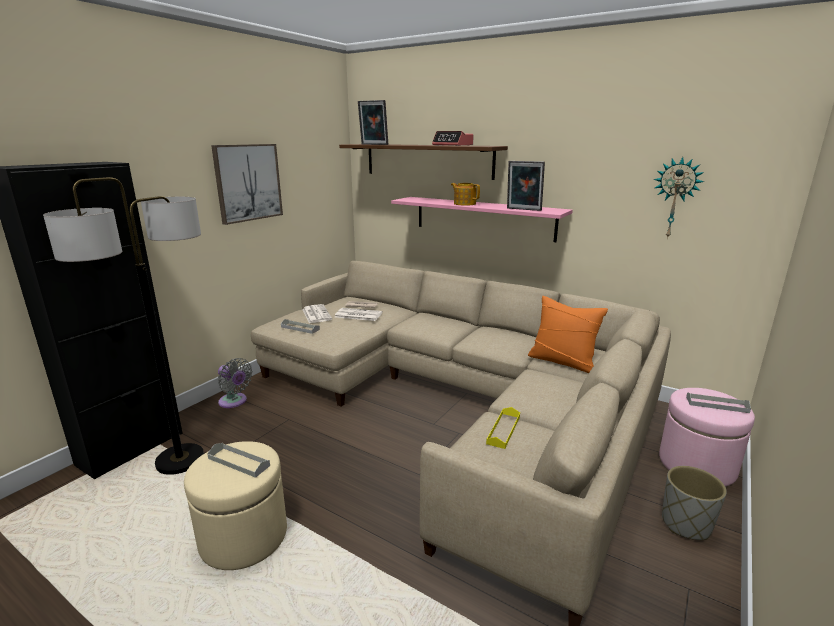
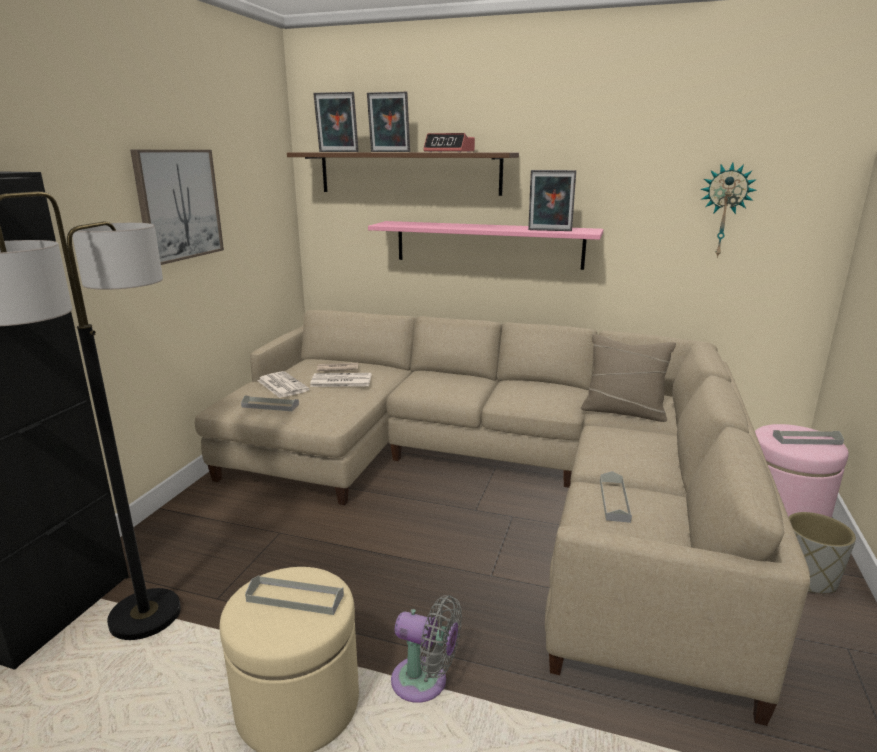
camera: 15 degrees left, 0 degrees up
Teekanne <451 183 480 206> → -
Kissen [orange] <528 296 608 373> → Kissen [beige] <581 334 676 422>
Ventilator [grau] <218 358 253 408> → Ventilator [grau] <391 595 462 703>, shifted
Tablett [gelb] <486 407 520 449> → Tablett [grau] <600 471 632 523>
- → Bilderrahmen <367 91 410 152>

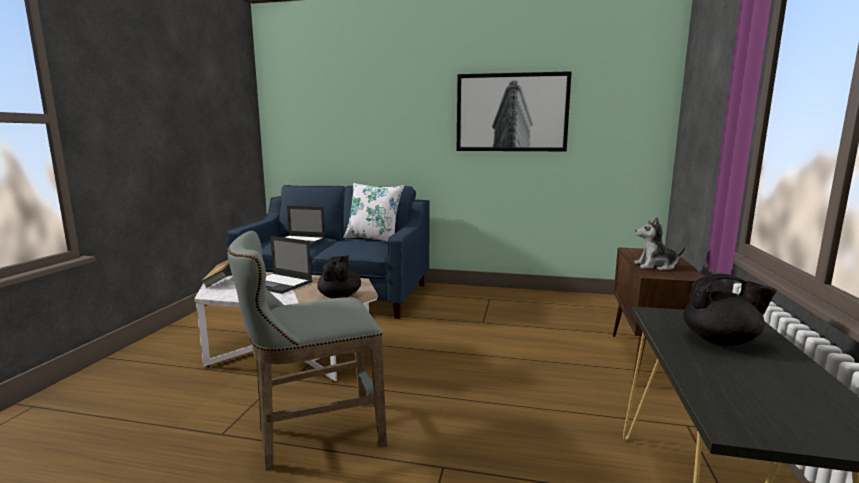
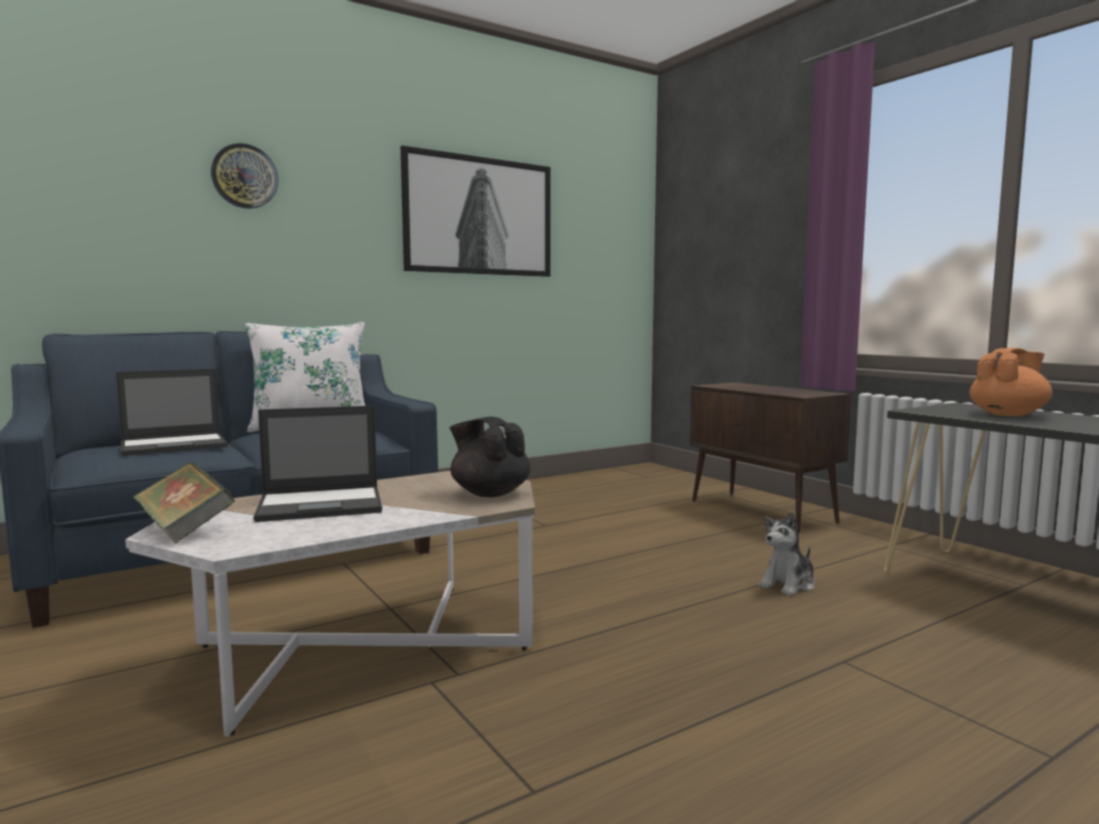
camera: 45 degrees left, 5 degrees down
Plüschtier <634 217 685 270> → Plüschtier <759 512 815 596>, shifted
Hocker [grau] <227 231 387 470> → -
Teekanne [schwarz] <683 274 777 346> → Teekanne [orange] <969 348 1052 416>
- → Wanduhr <211 143 278 209>

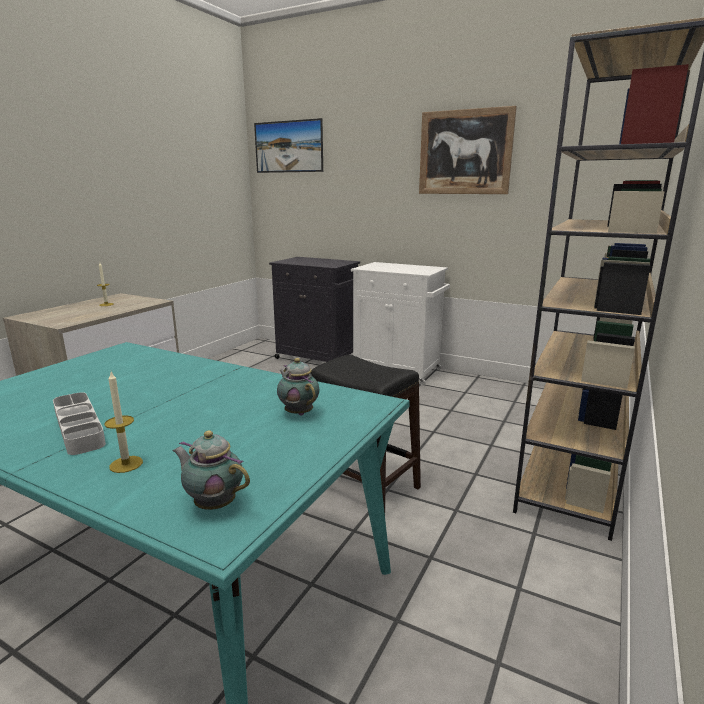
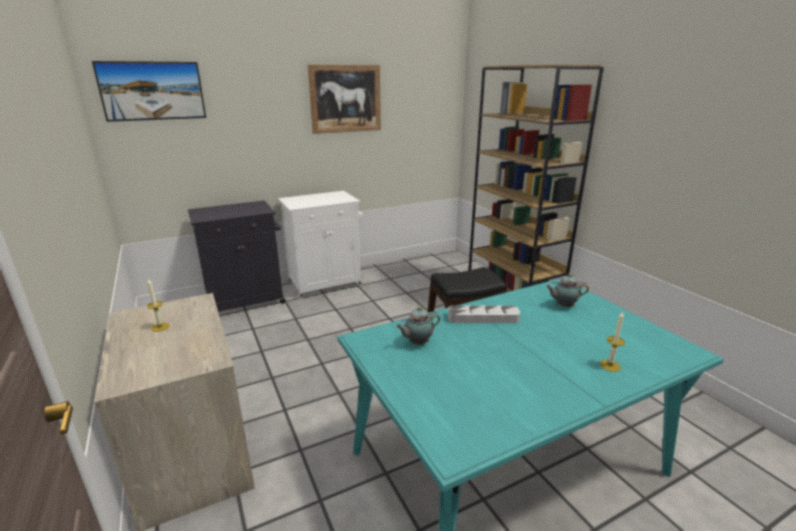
camera: 55 degrees left, 5 degrees up
Tablett [grau] <53 392 106 455> → Tablett [grau] <448 305 520 323>, shifted
Teekanne <172 431 250 510> → Teekanne <396 306 440 344>, shifted

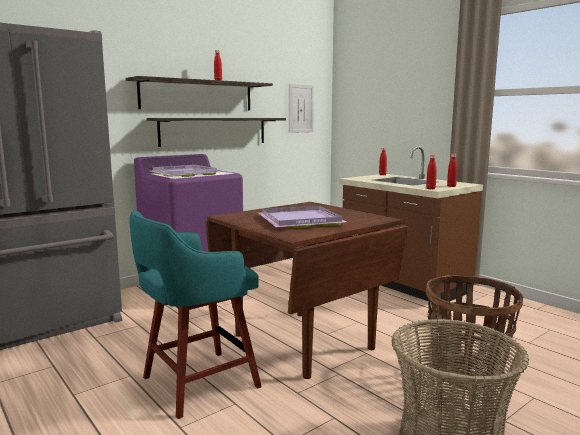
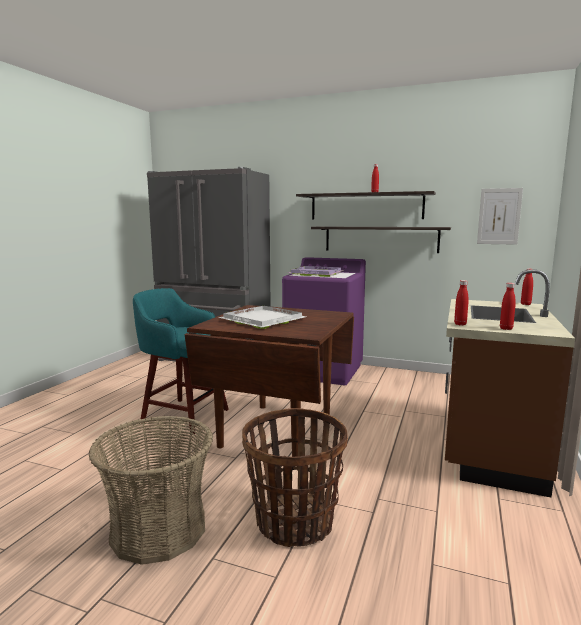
camera: 60 degrees right, 0 degrees up
Tablett [lila] <258 205 347 228> → Tablett [weiß] <218 306 306 329>

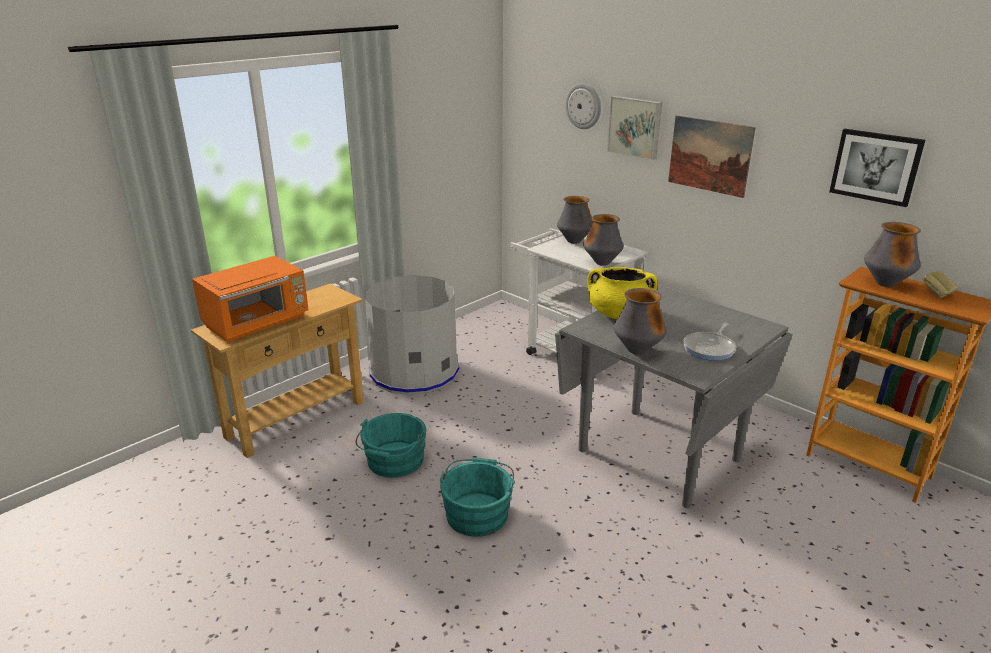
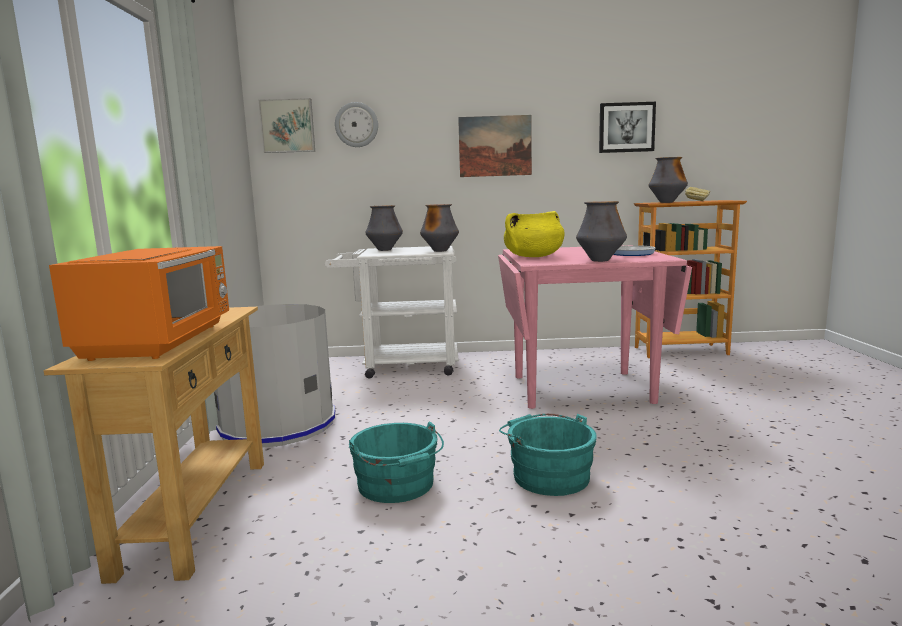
camera: 45 degrees left, 15 degrees down
Bild <607 96 662 160> → Bild <259 98 315 153>, shifted
Esstisch [grau] <555 284 793 508> → Esstisch [rosa] <498 245 692 409>

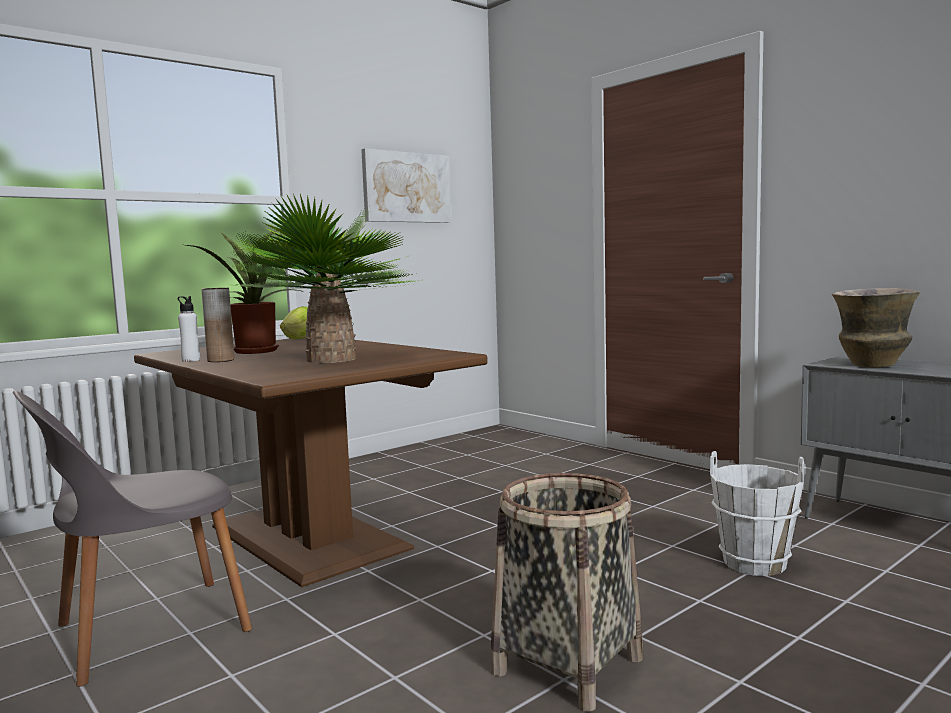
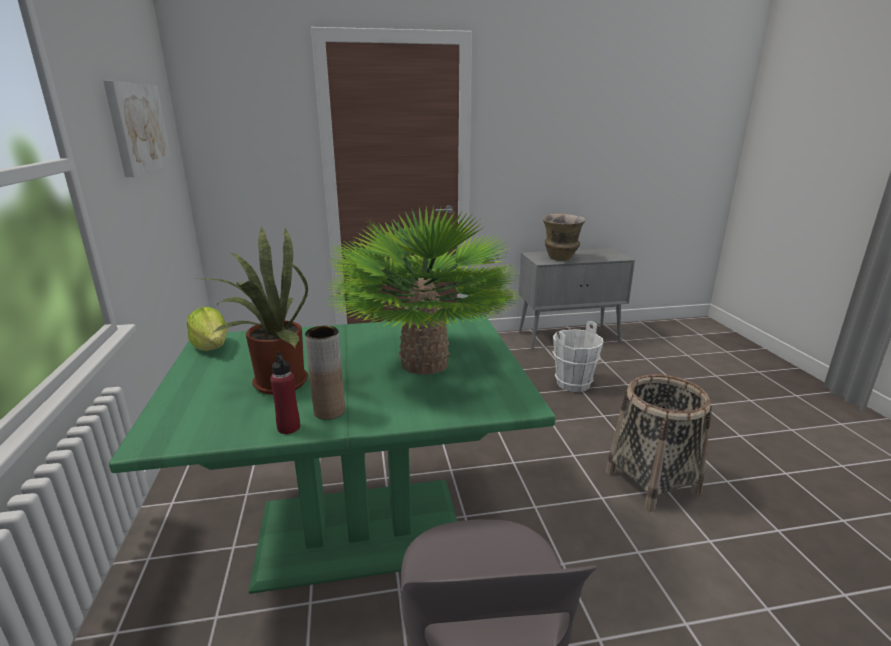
camera: 60 degrees left, 15 degrees up
Flasche [weiß] <178 296 200 362> → Flasche [rot] <270 351 300 434>
Esstisch [braun] <134 338 488 587> → Esstisch [grün] <109 315 556 594>

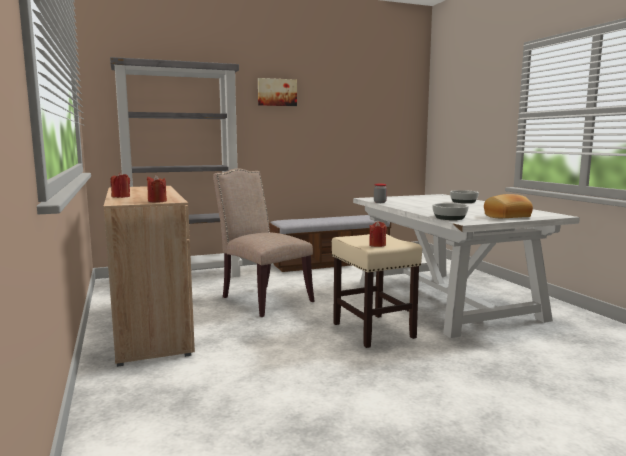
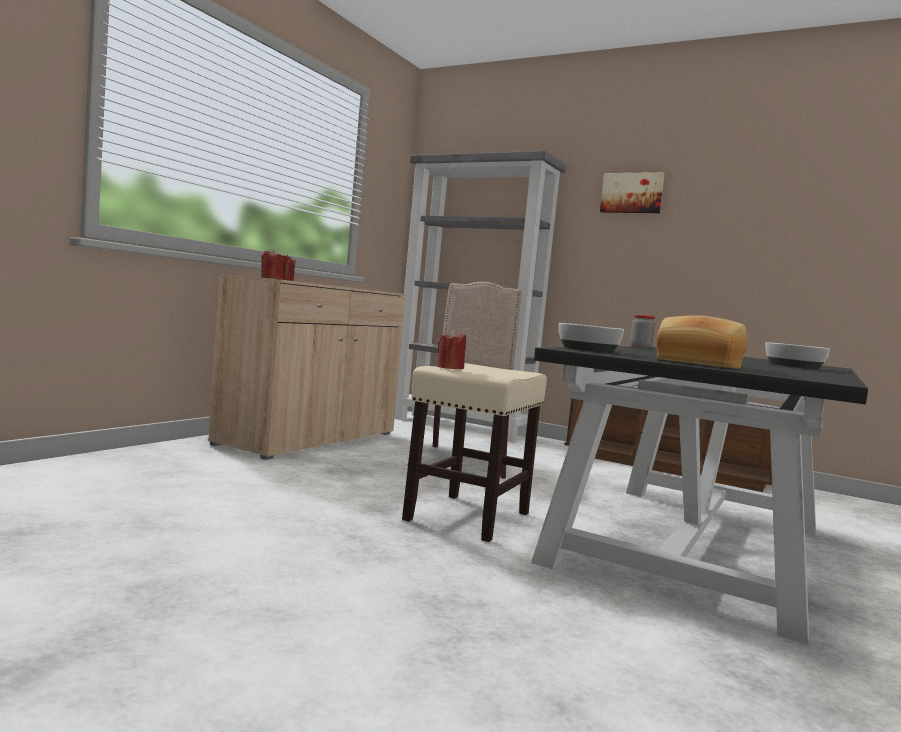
camera: 50 degrees right, 5 degrees down
Esstisch [weiß] <353 194 580 338> → Esstisch [schwarz] <531 346 868 644>

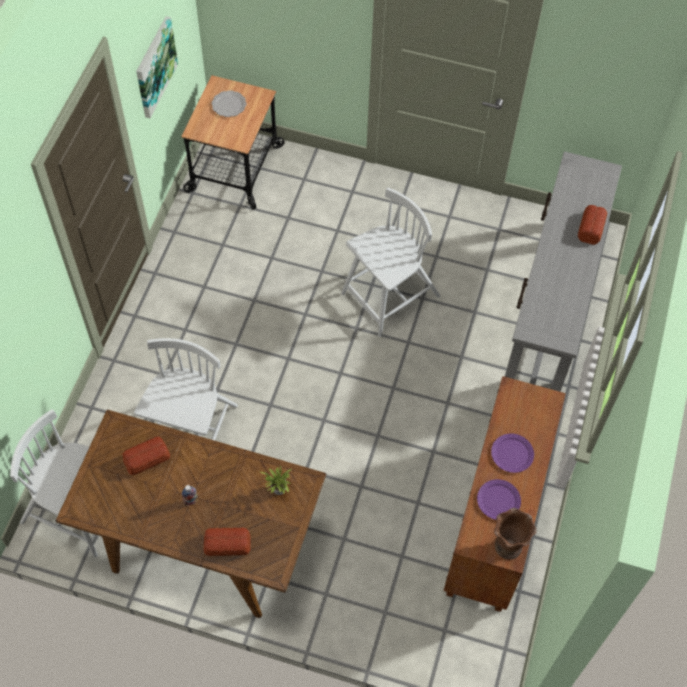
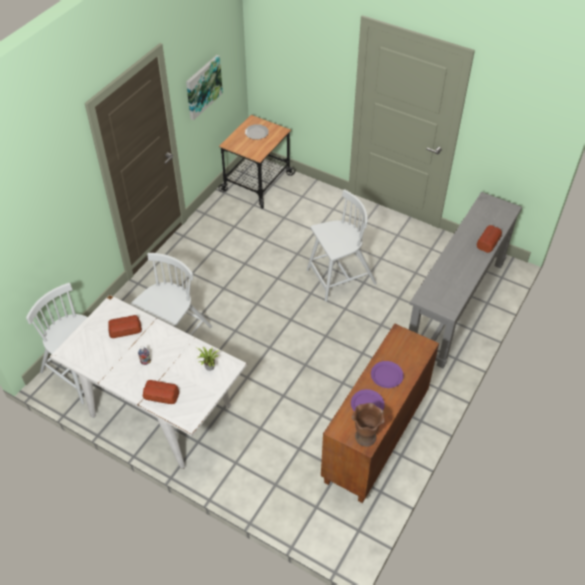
camera: 15 degrees right, 10 degrees down
Esstisch [braun] <56 409 326 618> → Esstisch [weiß] <50 295 247 469>

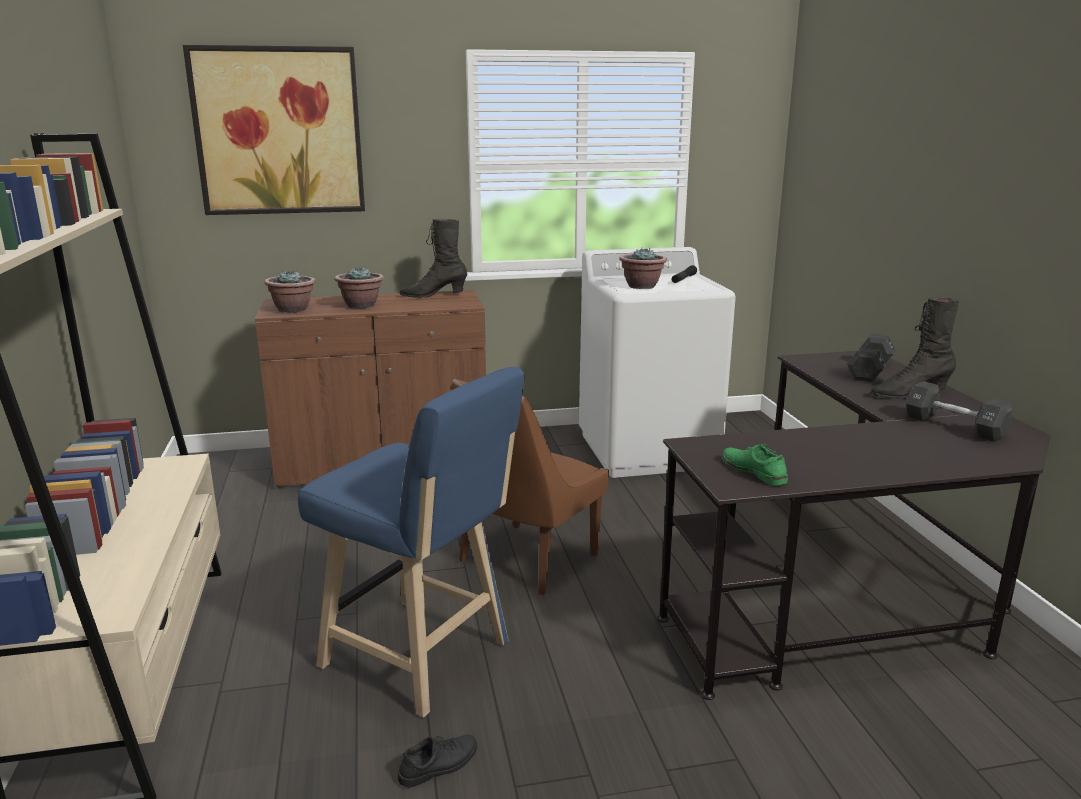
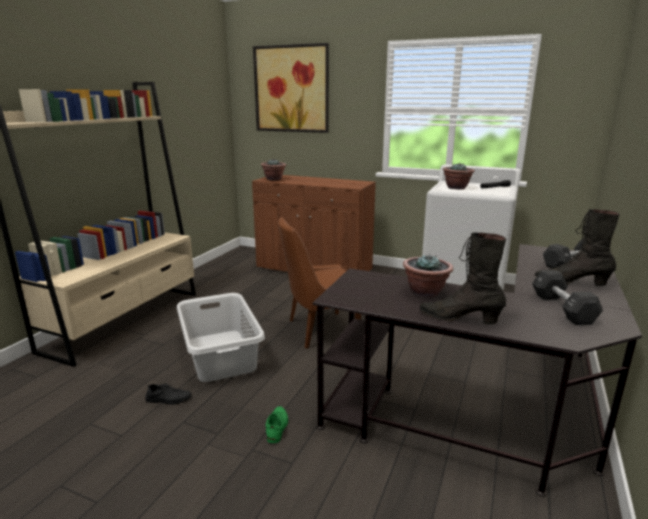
camera: 35 degrees right, 0 degrees up
Stiefel [schwarz] <399 219 467 298> → Stiefel [schwarz] <419 233 506 324>, shifted
Topfpflanze <334 267 384 309> → Topfpflanze <403 253 453 298>, shifted
Hocker [blau] <298 367 525 718> → Wäschekorb [grau] <177 293 265 382>
Schuh [grün] <722 444 788 486> → Schuh [grün] <266 406 288 443>, shifted

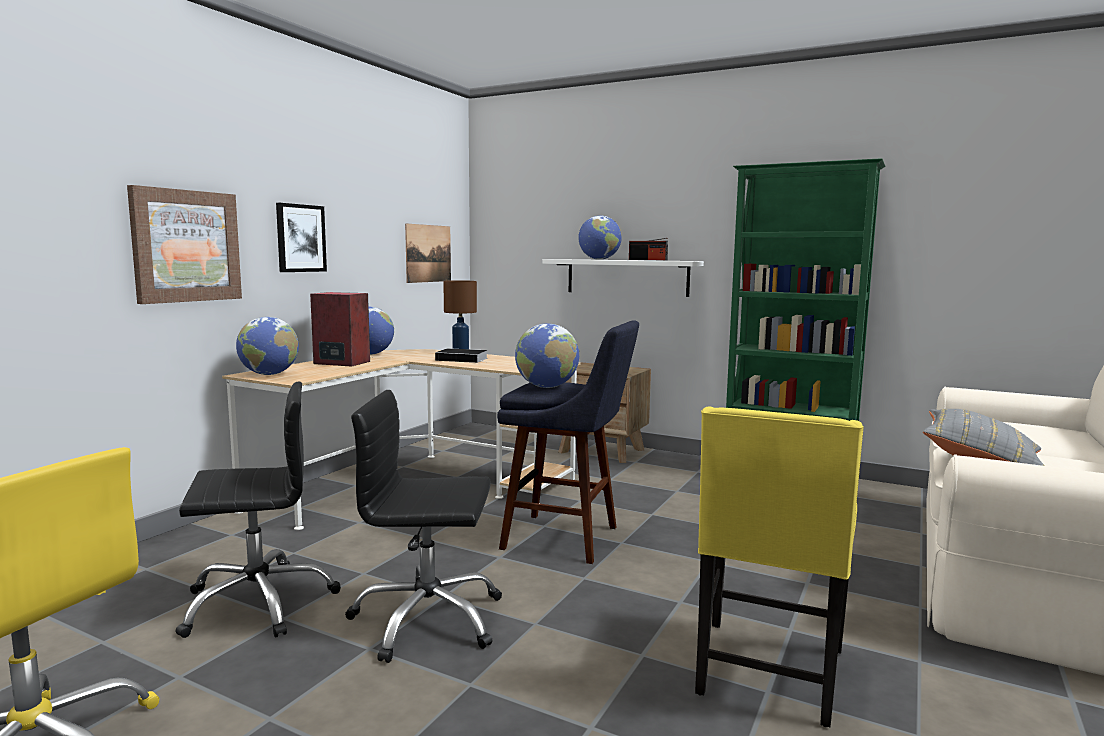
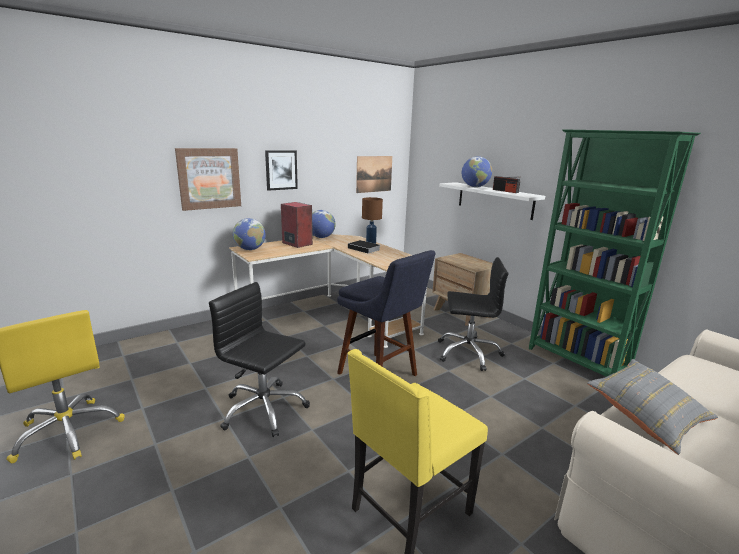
camera: 25 degrees right, 10 degrees up
Globus <515 323 579 388> → -
Bürostuhl [schwarz] <175 381 341 638> → Bürostuhl [schwarz] <438 257 509 371>, shifted

